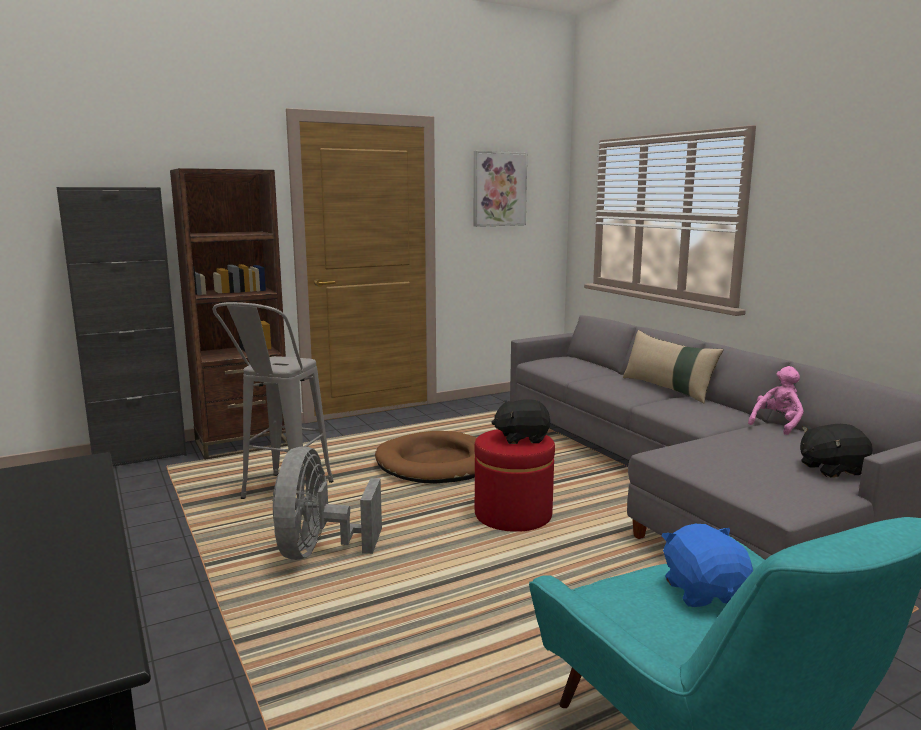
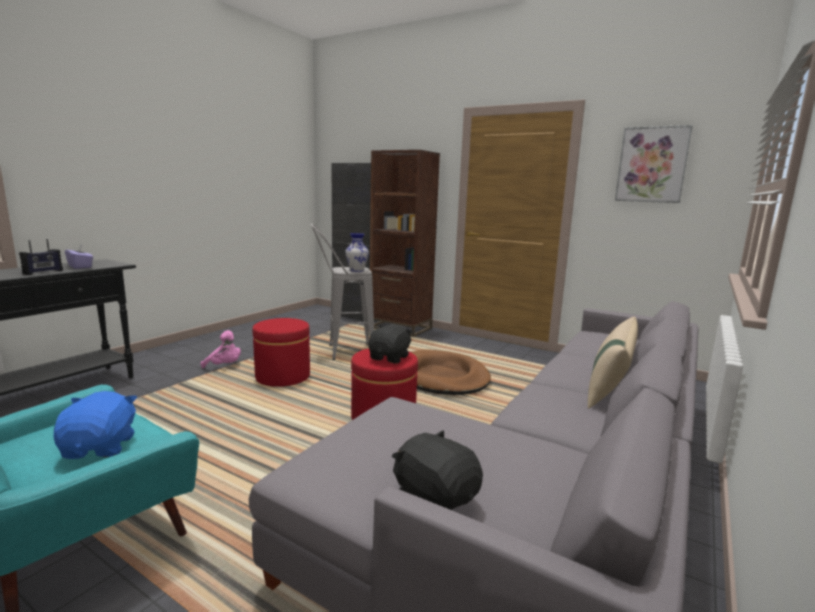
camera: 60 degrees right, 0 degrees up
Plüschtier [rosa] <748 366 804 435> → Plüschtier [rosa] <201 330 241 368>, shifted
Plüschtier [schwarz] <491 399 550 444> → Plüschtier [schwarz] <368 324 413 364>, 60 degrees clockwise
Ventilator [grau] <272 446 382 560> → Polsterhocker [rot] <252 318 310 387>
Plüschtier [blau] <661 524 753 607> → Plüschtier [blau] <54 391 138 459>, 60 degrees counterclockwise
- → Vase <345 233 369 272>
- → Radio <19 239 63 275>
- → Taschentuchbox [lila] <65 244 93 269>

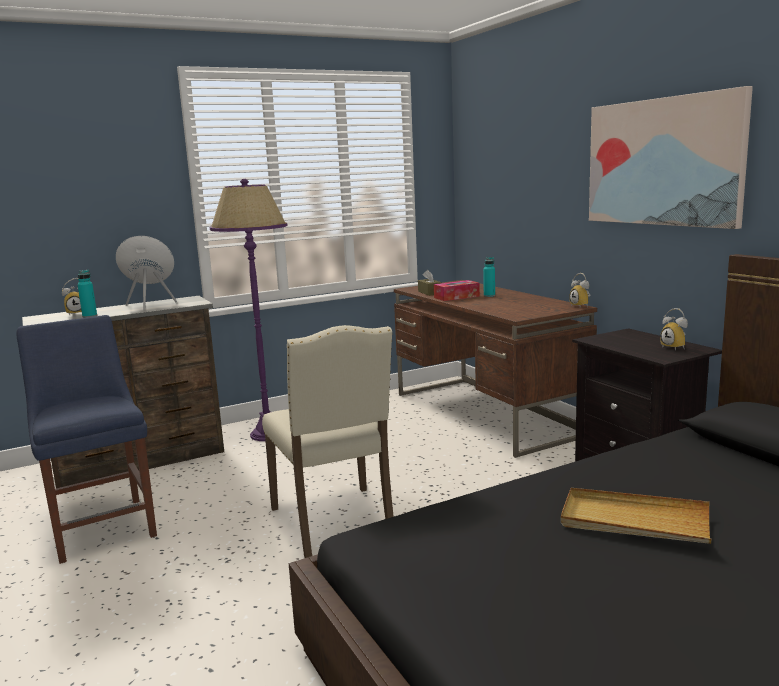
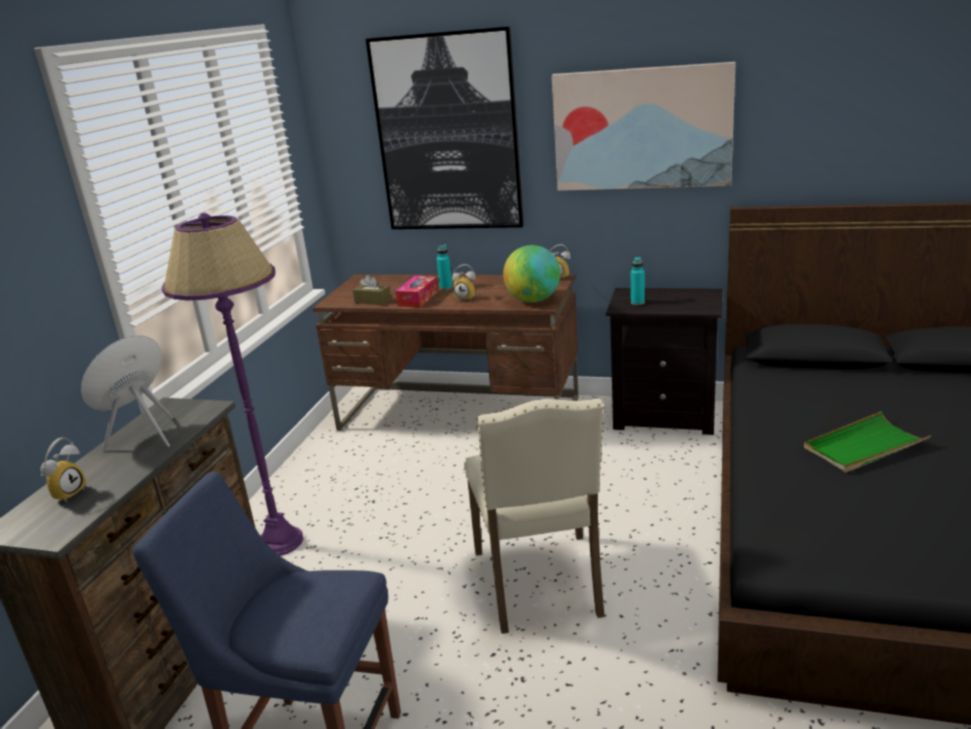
camera: 45 degrees left, 10 degrees up
Flasche [türkis] <77 270 97 318> → Flasche [türkis] <631 257 645 305>, shifted
Wecker <660 308 688 350> → Wecker <452 264 476 301>, shifted
Stuhl [beige] <262 325 394 558> → Stuhl [beige] <464 398 605 634>, 60 degrees clockwise
Tablett [beige] <561 488 712 544> → Tablett [grün] <804 411 932 473>
- → Bild <366 26 524 229>
- → Globus <503 245 560 303>

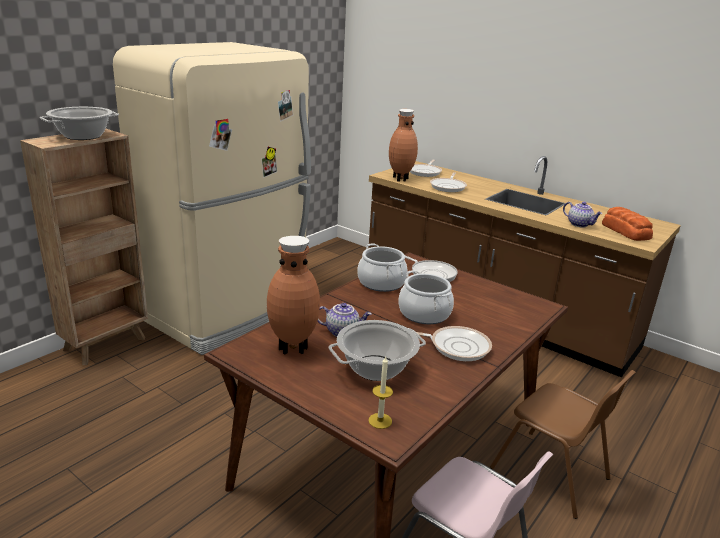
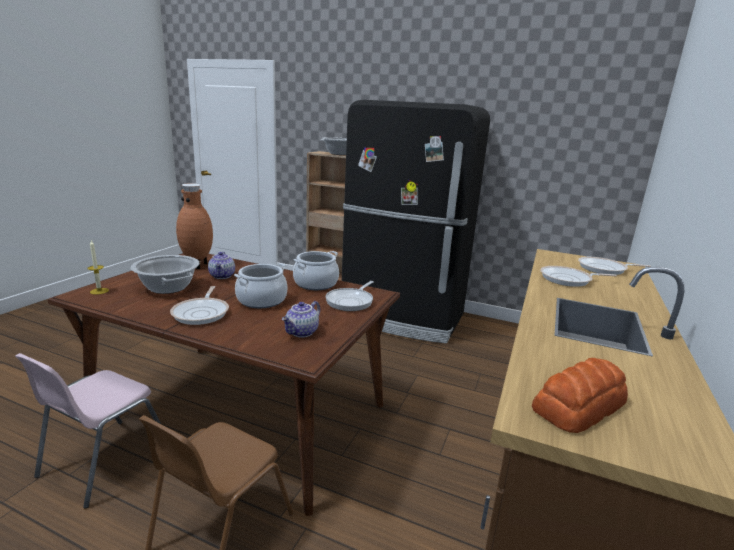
camera: 75 degrees right, 5 degrees down
Kühlschrank [beige] <113 42 311 355> → Kühlschrank [schwarz] <342 100 490 343>
Vase [braun] <389 109 418 182> → -
Teekanne <563 202 603 228> → Teekanne <282 301 320 338>, shifted

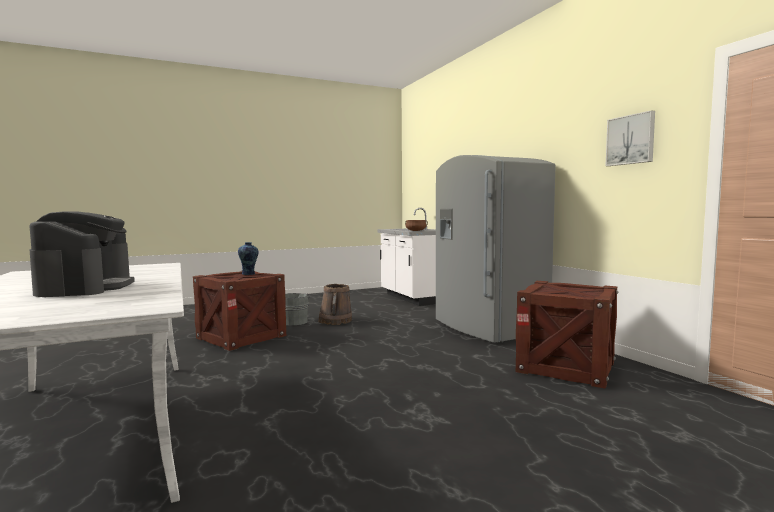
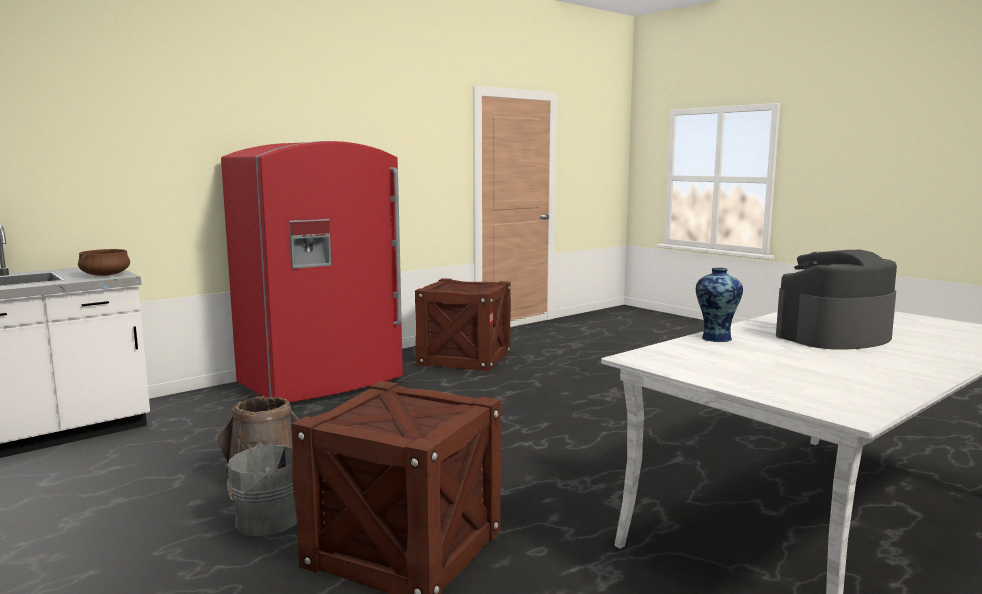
camera: 105 degrees left, 5 degrees up
Bild <606 110 655 166> → -
Kühlschrank [grau] <436 155 556 343> → Kühlschrank [rot] <221 141 403 403>
Vase <238 242 259 275> → Vase <696 268 743 342>, shifted

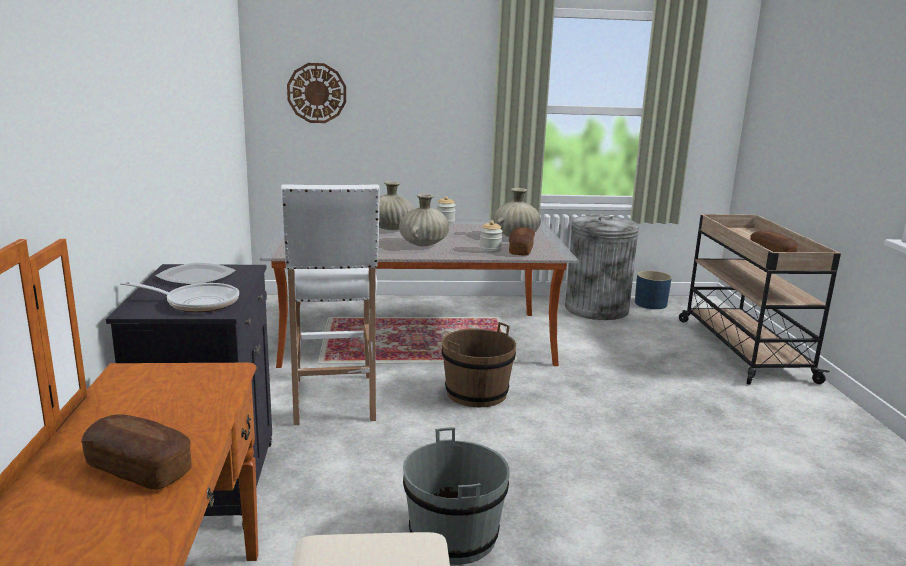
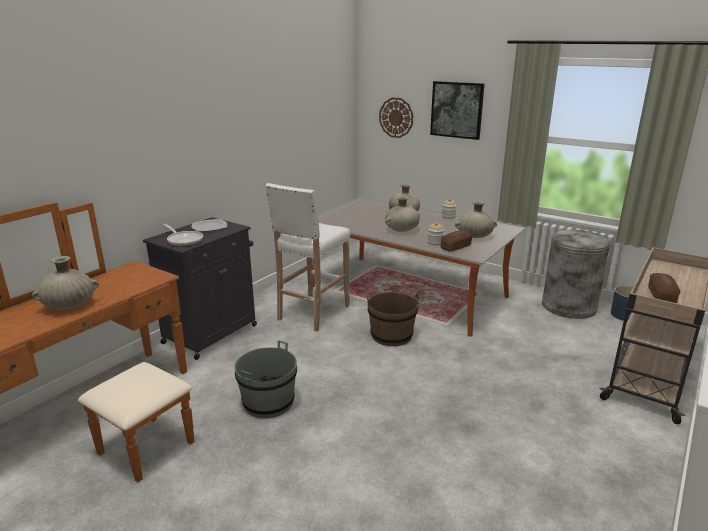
camera: 40 degrees right, 5 degrees up
Brot <81 414 192 490> → Vase [beige] <32 256 99 310>
- → Bild <430 81 484 140>

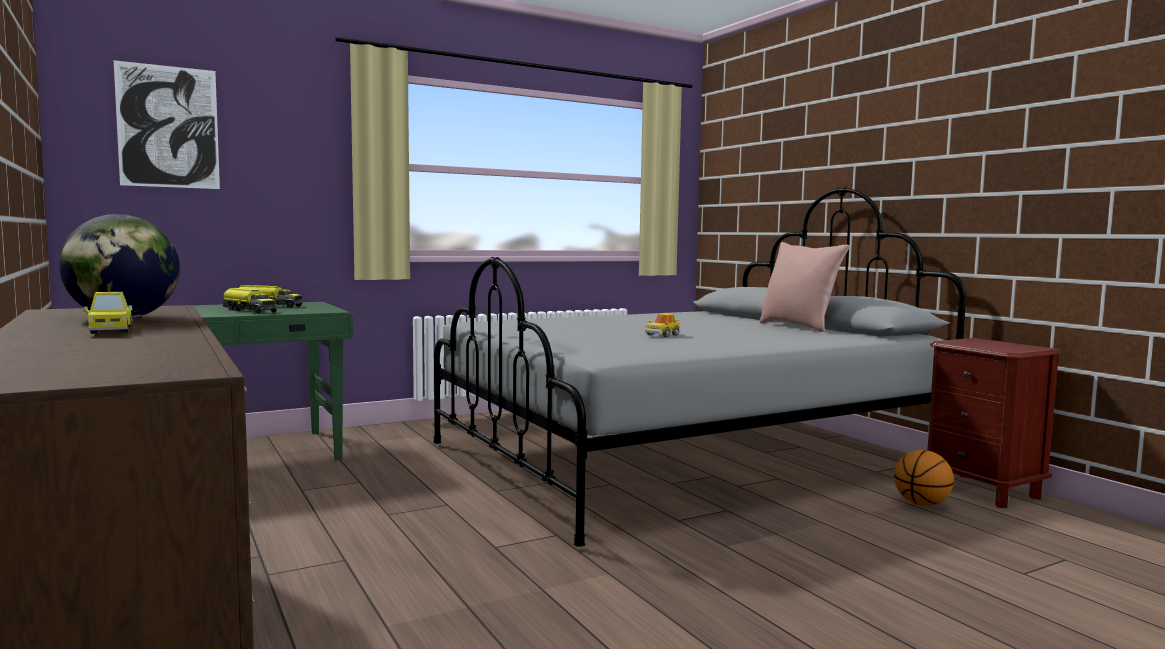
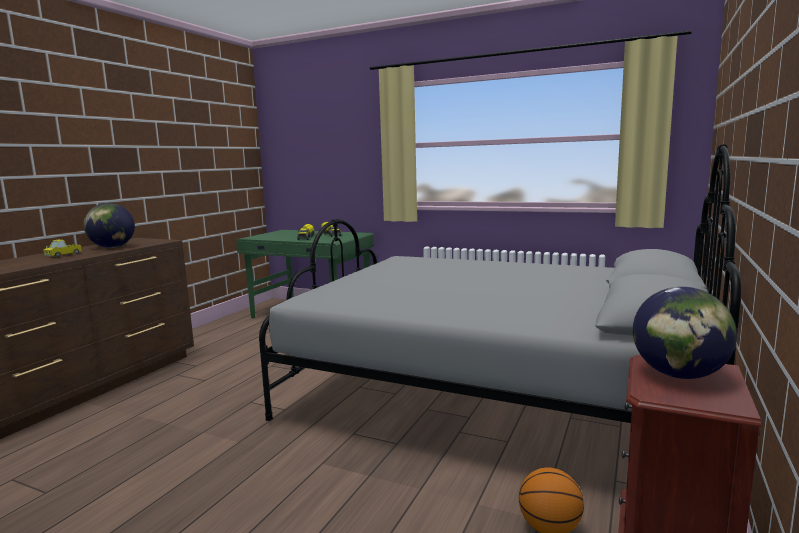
camera: 55 degrees right, 5 degrees up
Bild <114 60 220 189> → -
Kissen [rosa] <759 242 850 332> → -
Spielzeugauto <645 313 680 337> → -
- → Globus <633 287 737 379>

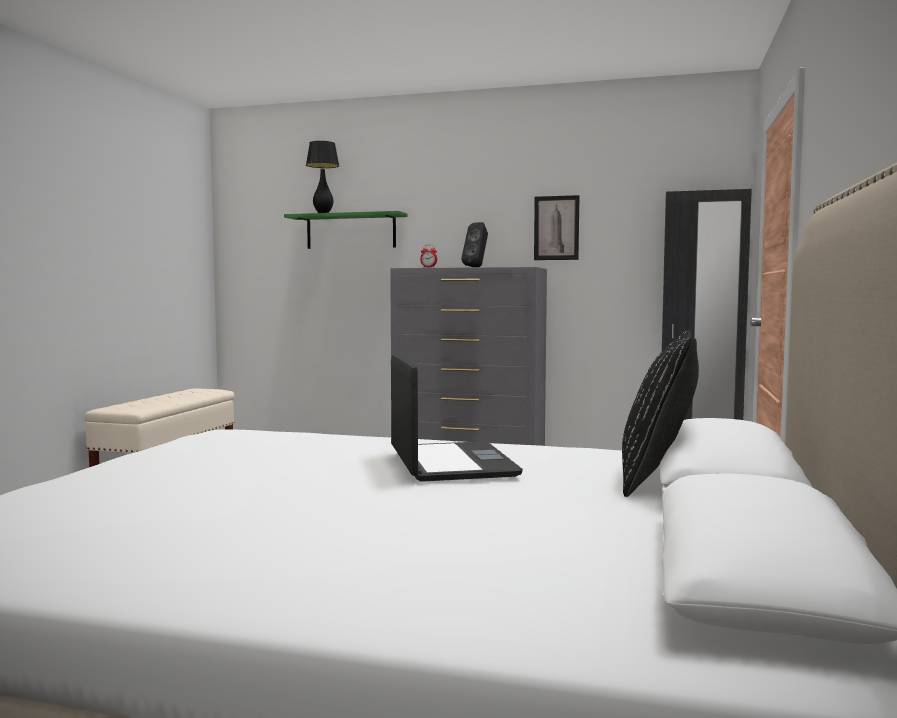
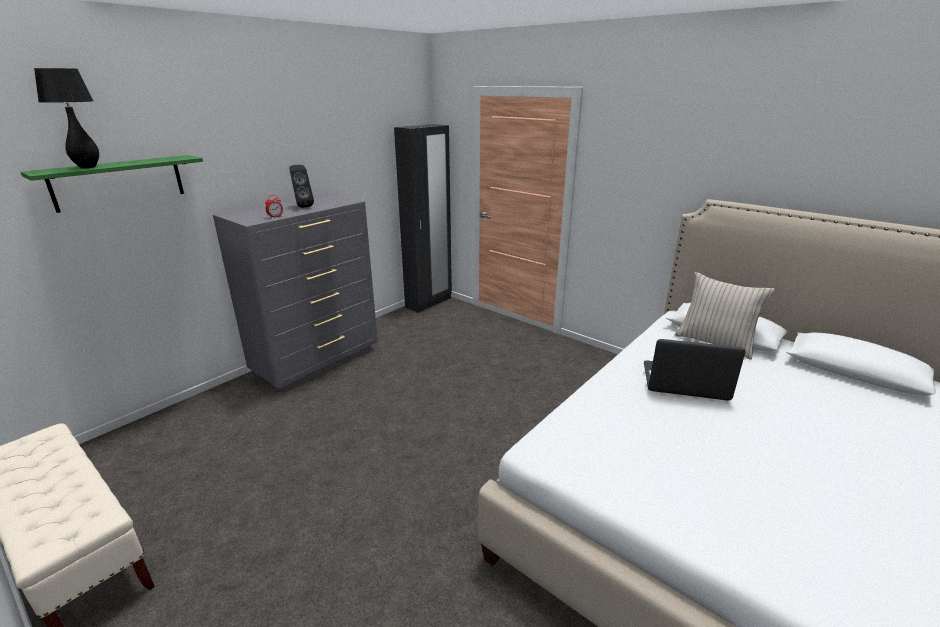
camera: 65 degrees left, 20 degrees up
Bild <534 195 579 260> → -
Kissen [schwarz] <622 330 699 497> → Kissen [beige] <675 272 775 360>

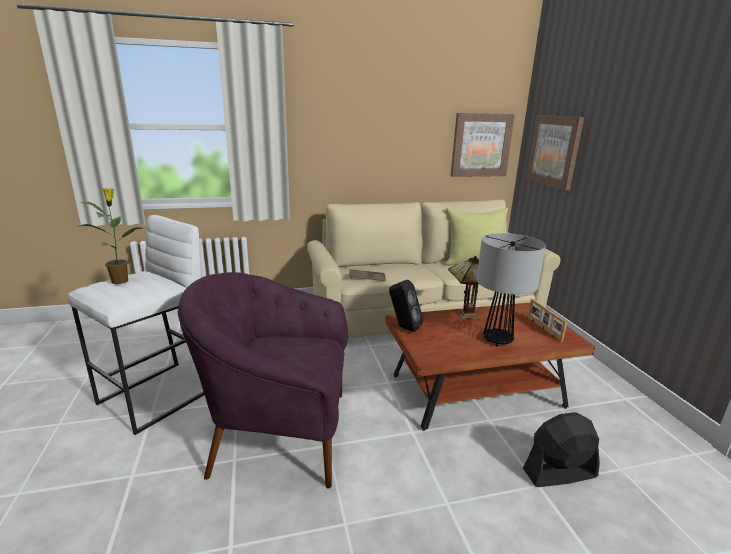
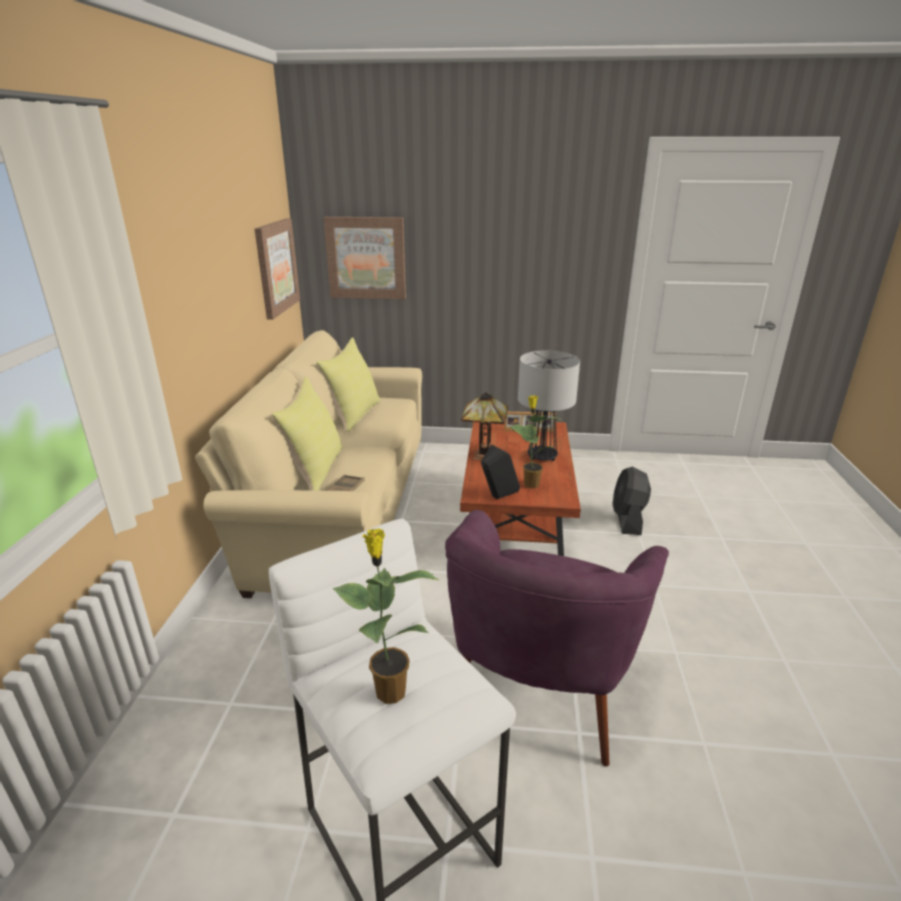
camera: 70 degrees left, 5 degrees up
- → Kissen [gelb] <272 376 343 491>
- → Topfpflanze <509 395 561 488>

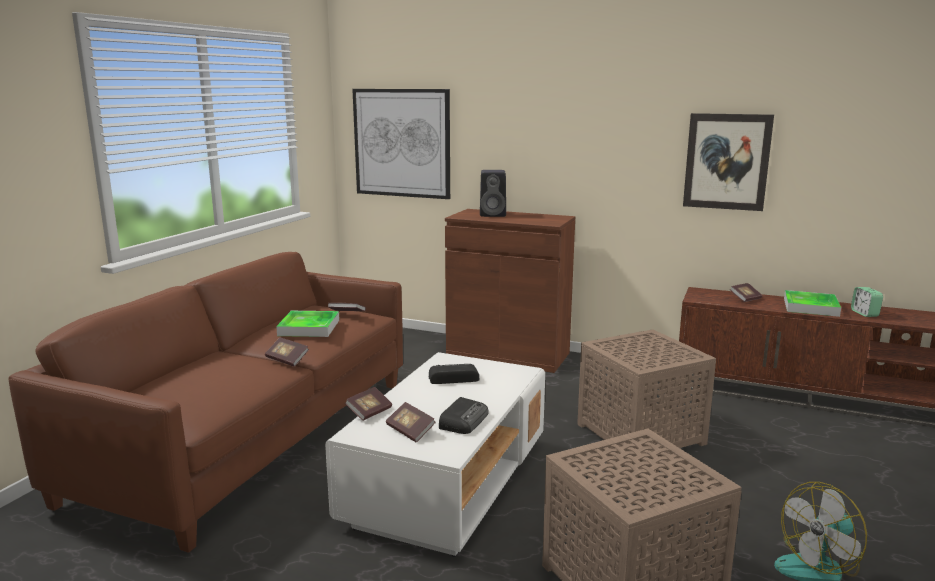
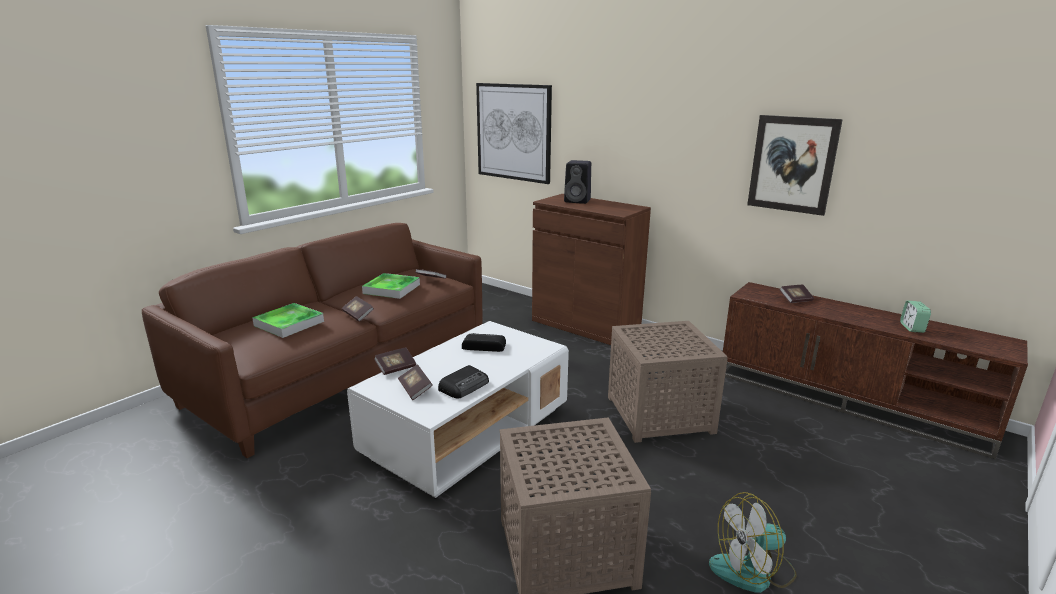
camera: 15 degrees right, 5 degrees up
Tablett <784 290 841 317> → Tablett <252 303 324 338>, shifted

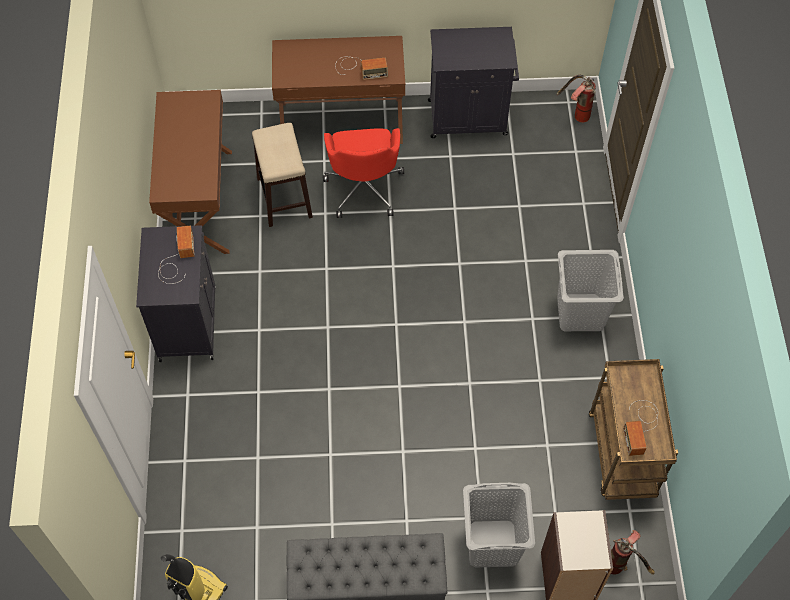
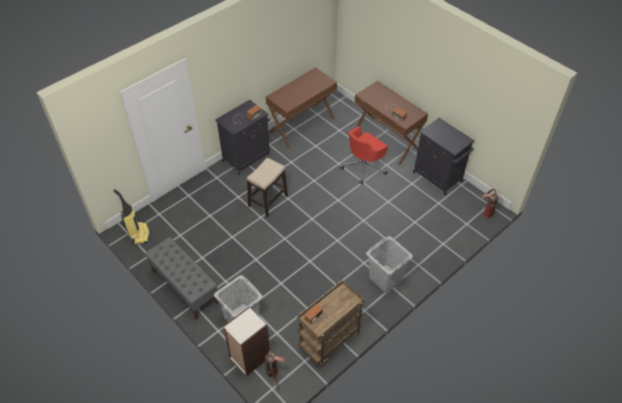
camera: 50 degrees right, 10 degrees down
Hocker <252 123 313 227> → Hocker <247 158 288 217>, shifted

